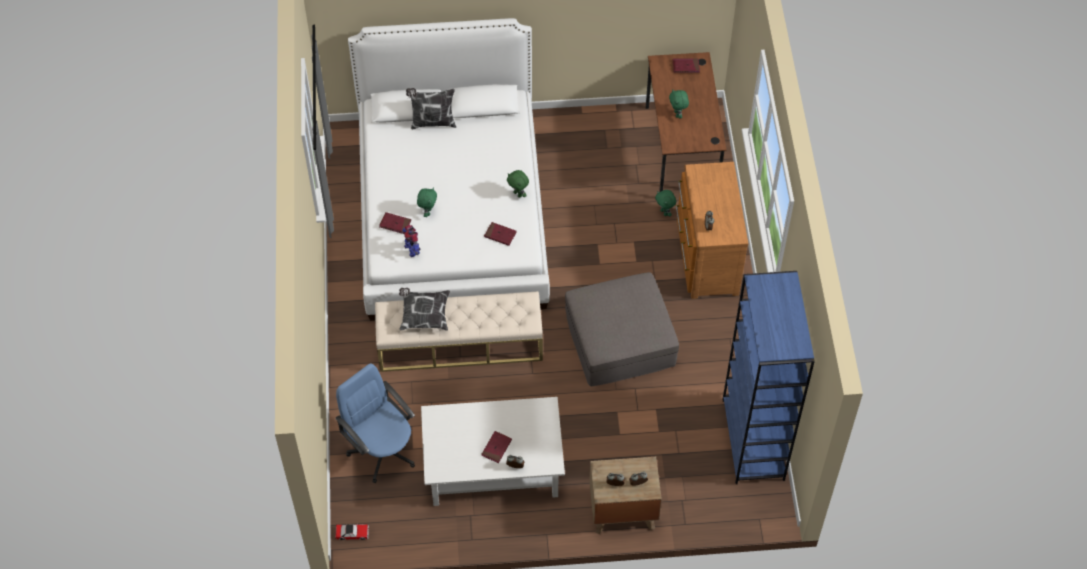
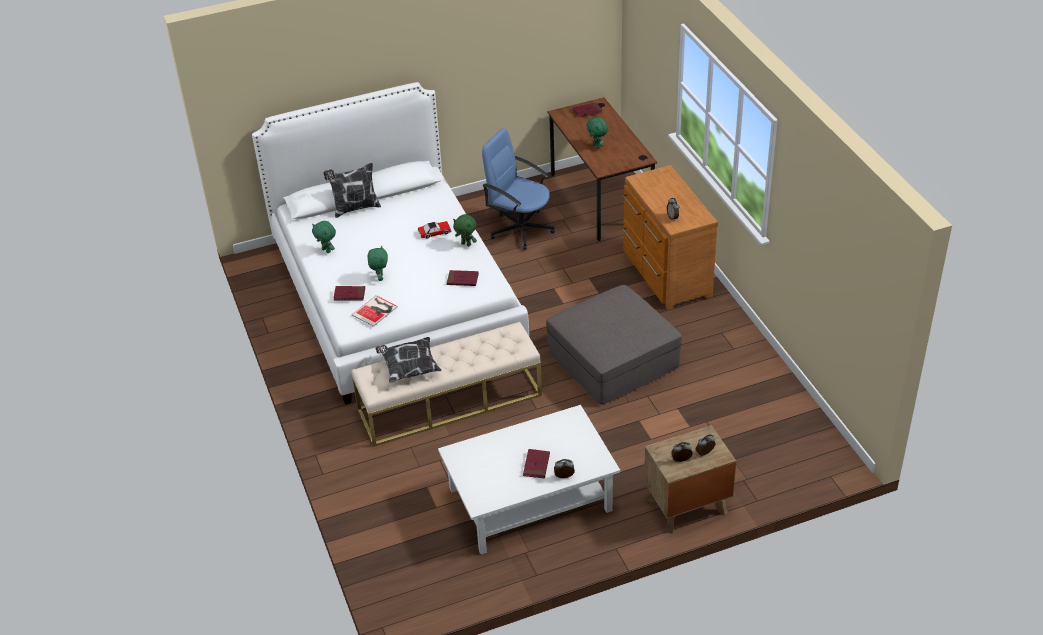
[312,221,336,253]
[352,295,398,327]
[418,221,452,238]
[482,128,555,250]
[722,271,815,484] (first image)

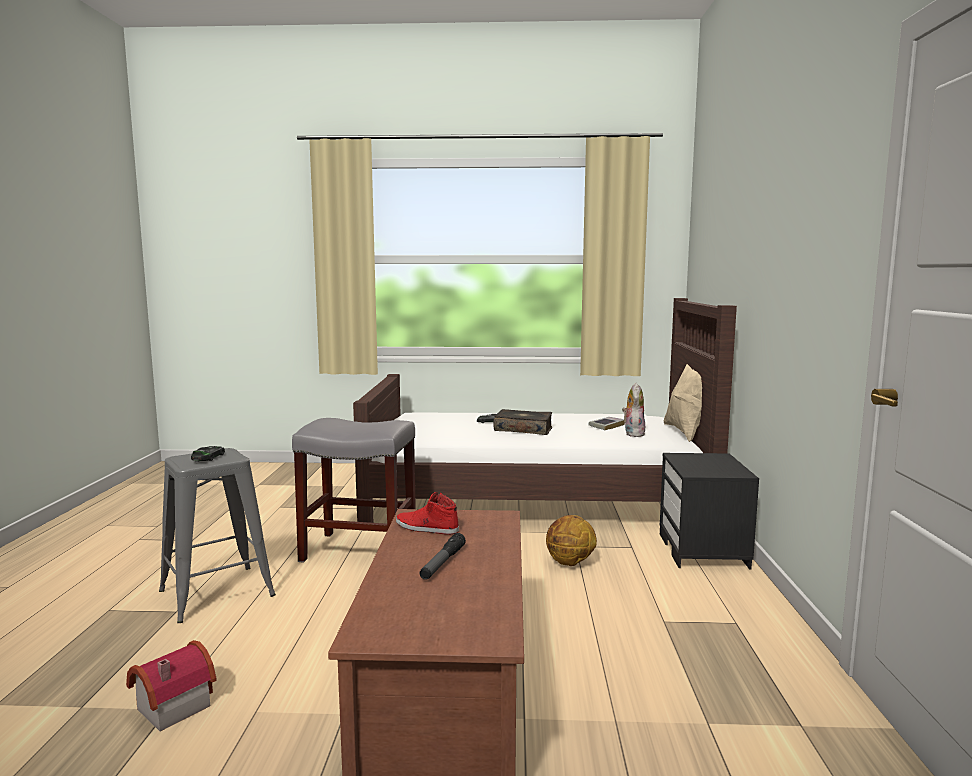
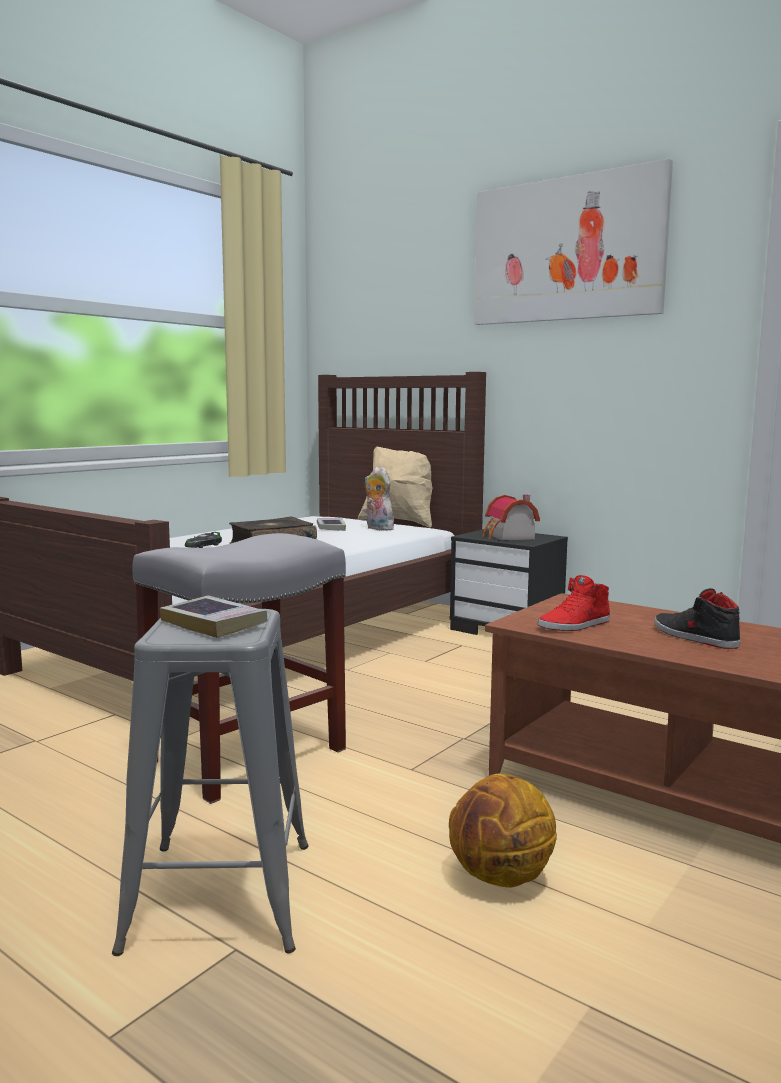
[160,596,268,638]
[449,773,557,888]
[474,159,673,325]
[482,494,540,540]
[654,588,741,649]

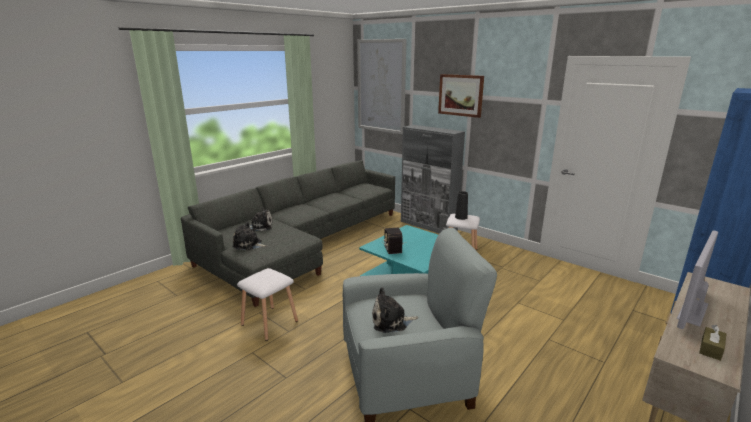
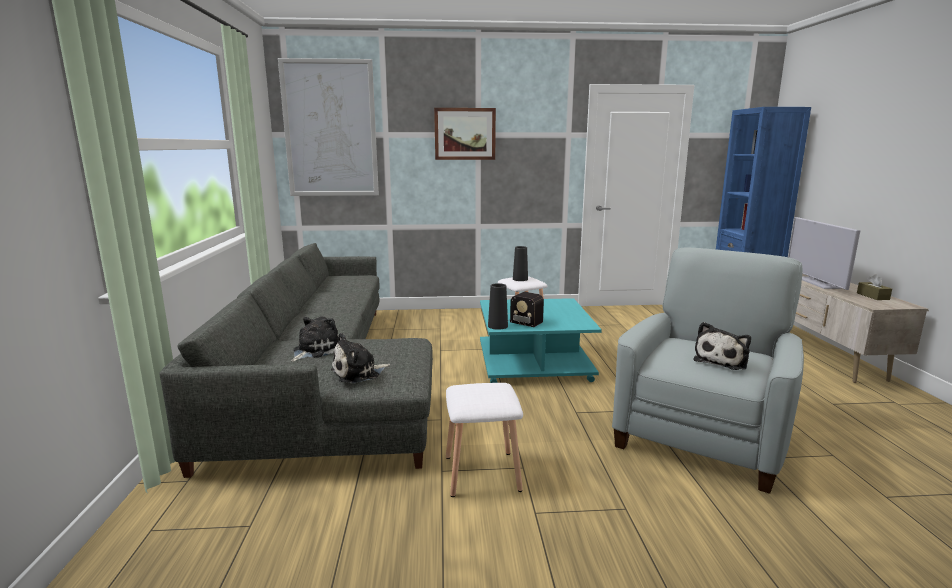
[488,283,508,330]
[401,125,465,233] (first image)

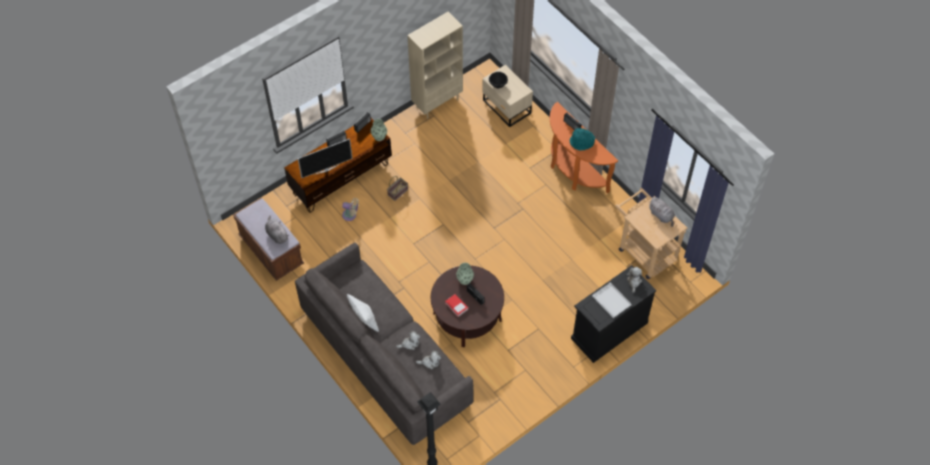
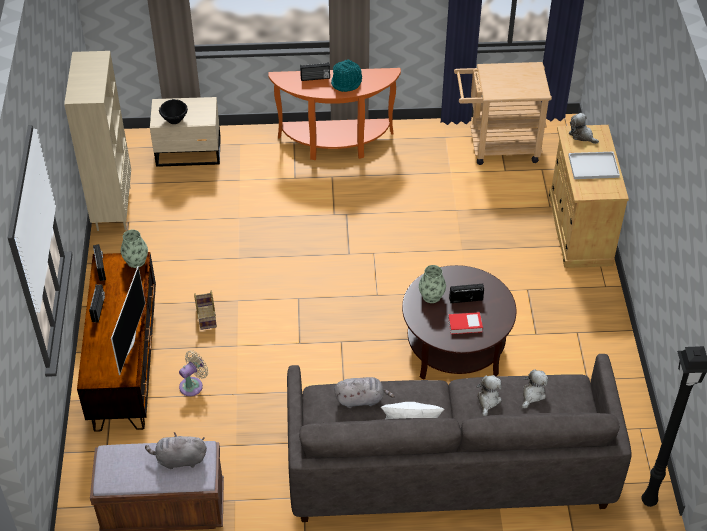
[334,377,395,408]
[549,125,629,268]

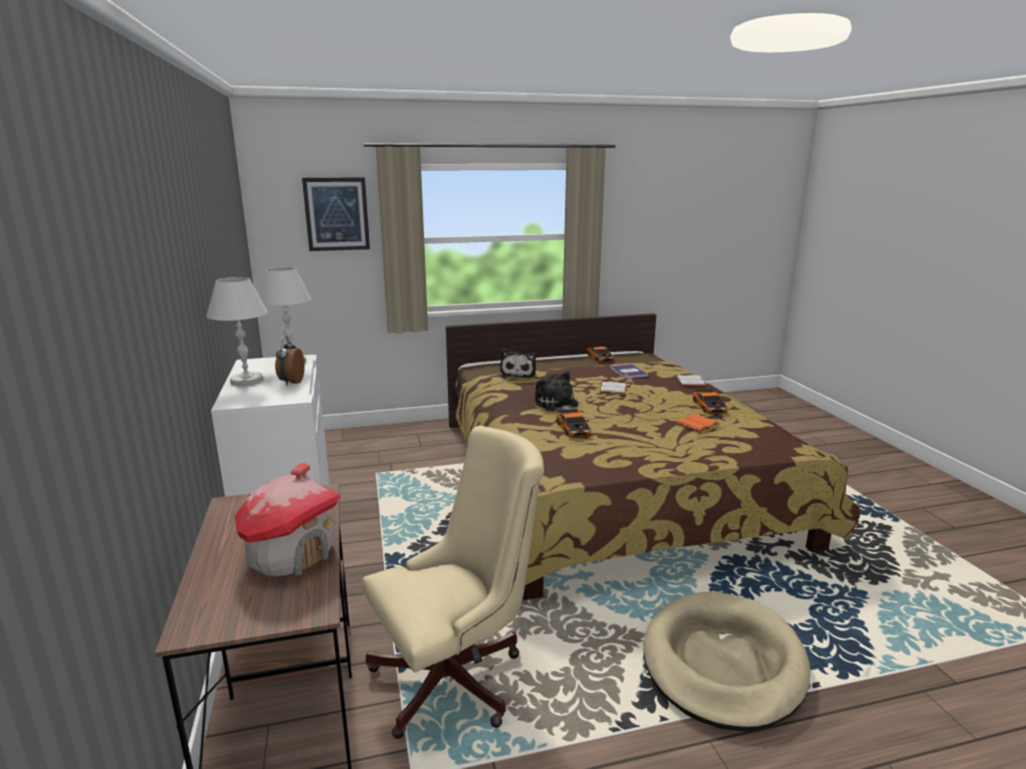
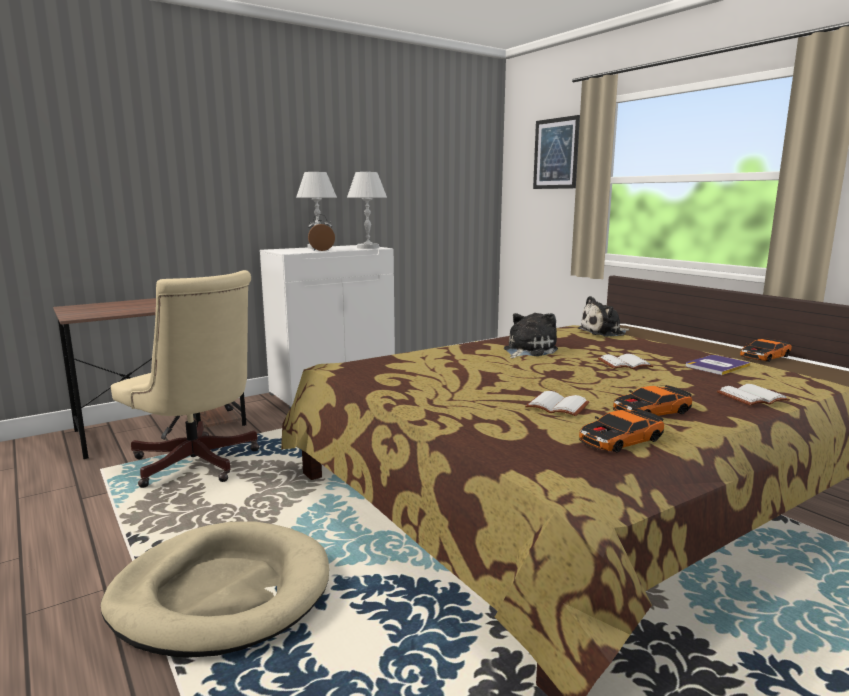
[525,391,589,416]
[579,408,664,452]
[235,463,341,576] (first image)

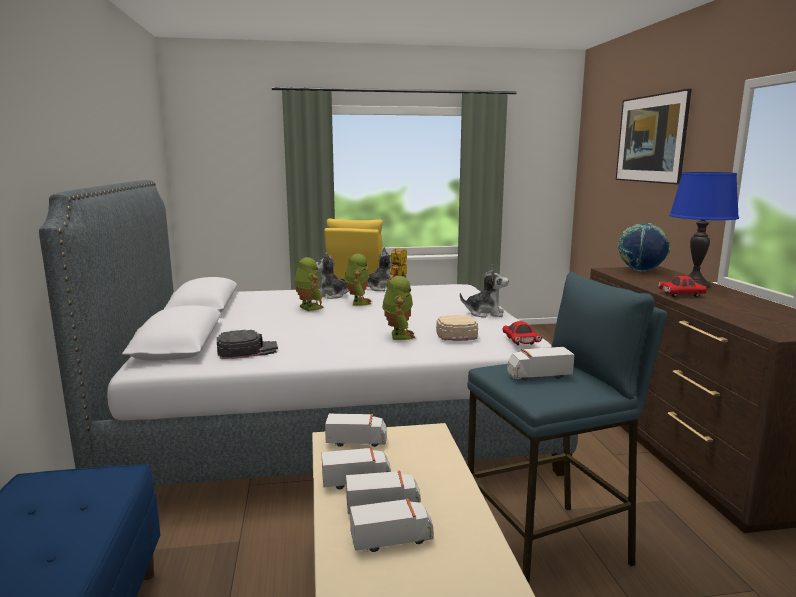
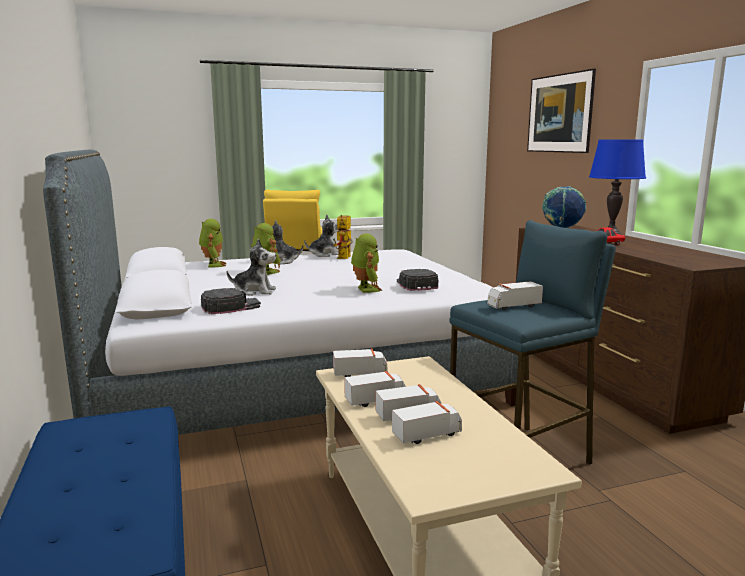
[199,219,226,268]
[227,239,276,296]
[397,269,438,291]
[503,321,542,345] (first image)

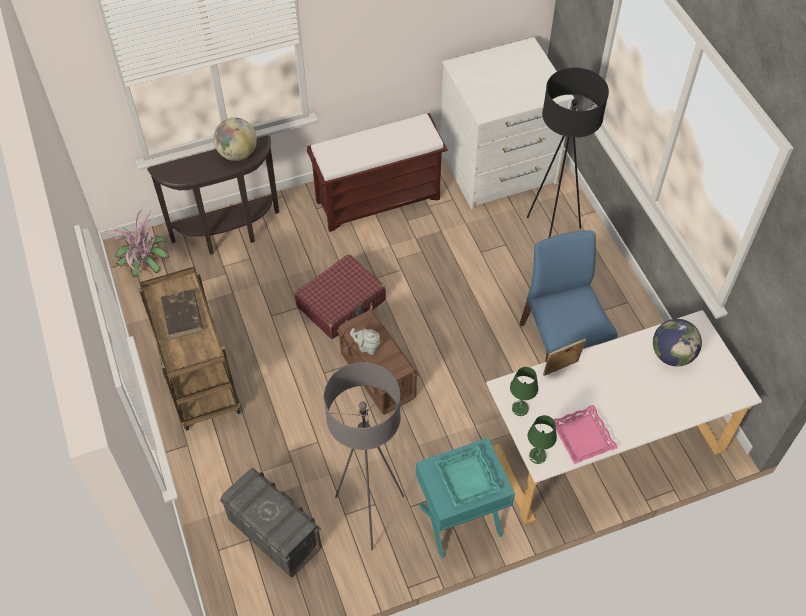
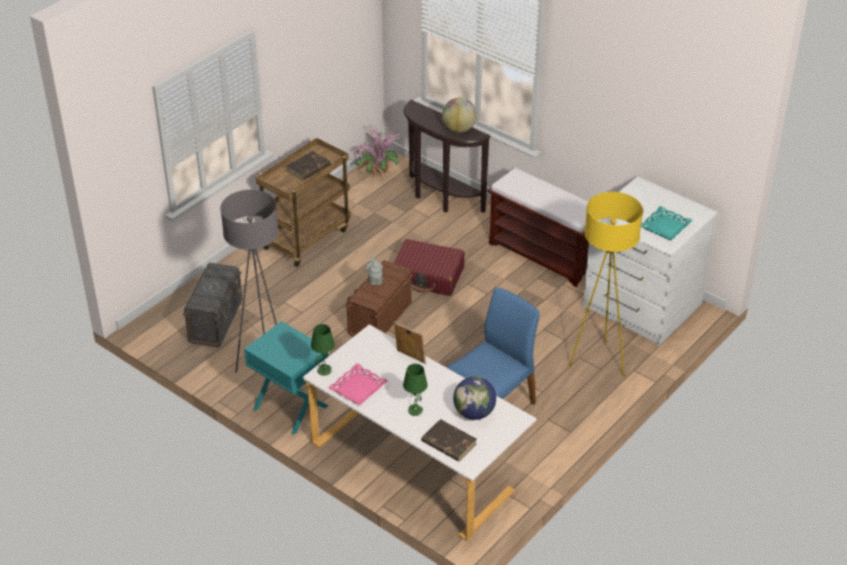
[403,364,428,416]
[421,419,477,462]
[568,192,643,377]
[641,206,693,240]

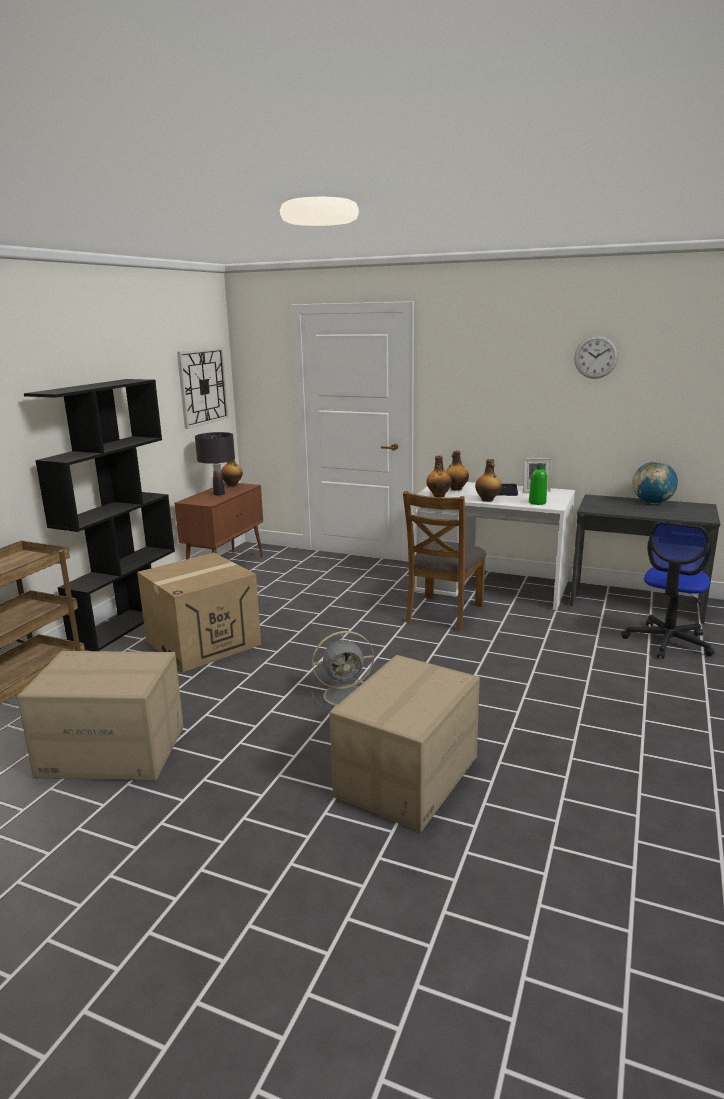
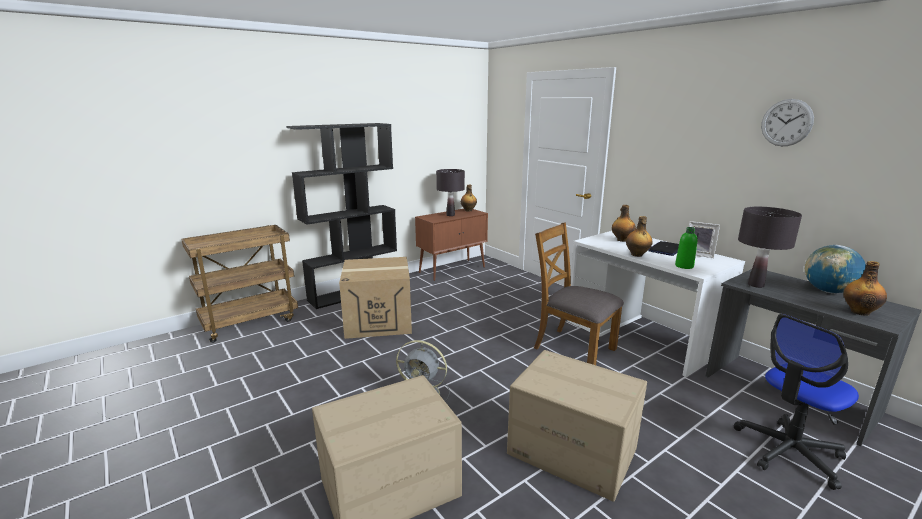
[507,350,647,502]
[534,222,624,365]
[738,207,802,288]
[843,261,887,316]
[177,347,229,429] (first image)

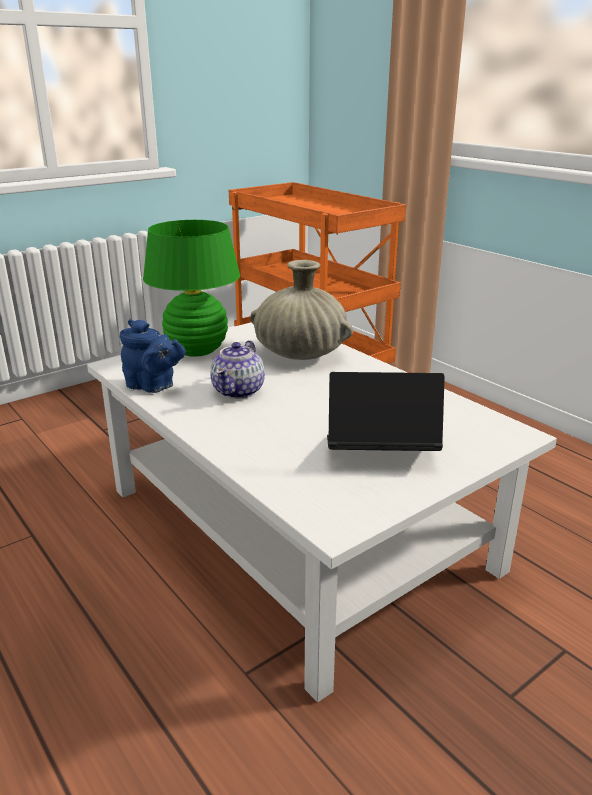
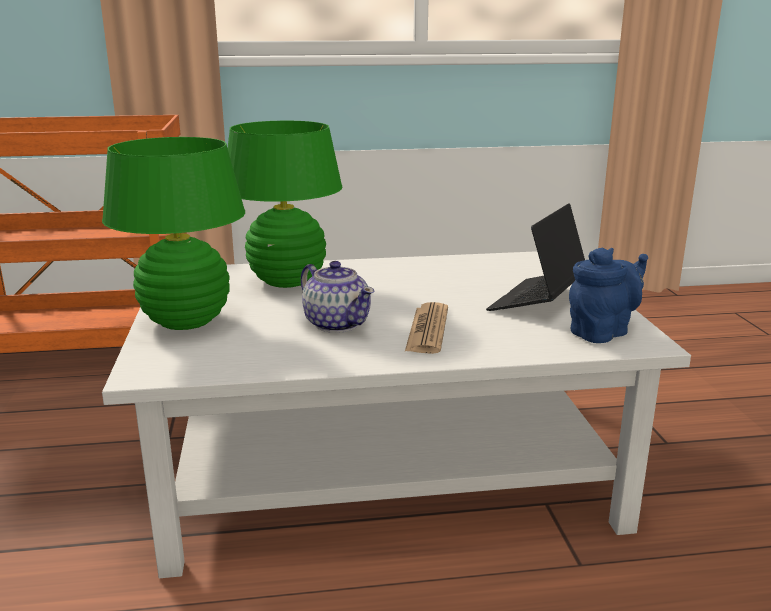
[228,120,343,288]
[405,302,448,354]
[569,247,648,343]

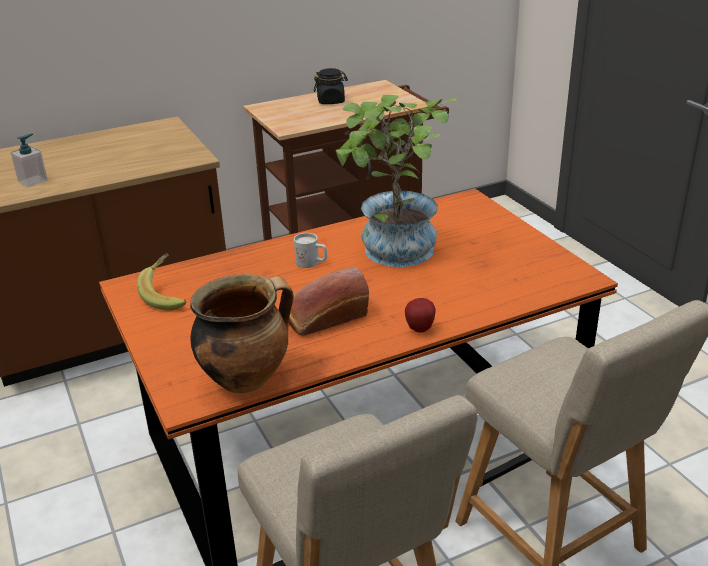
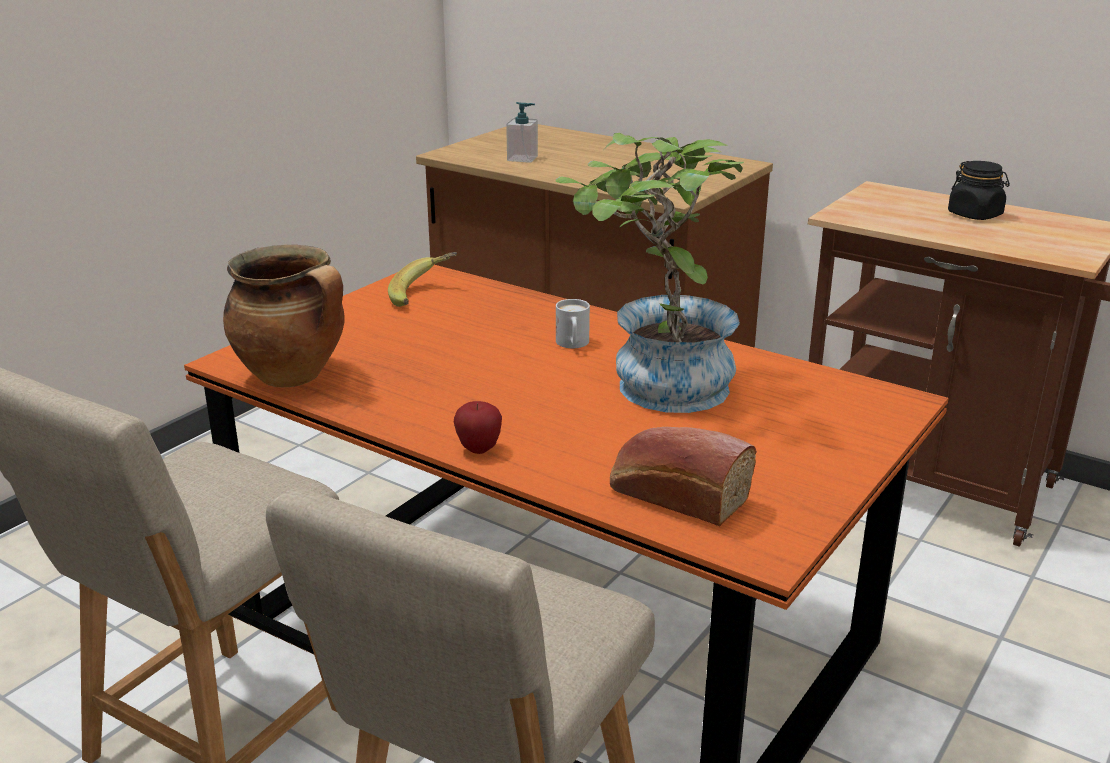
[610,427,757,526]

